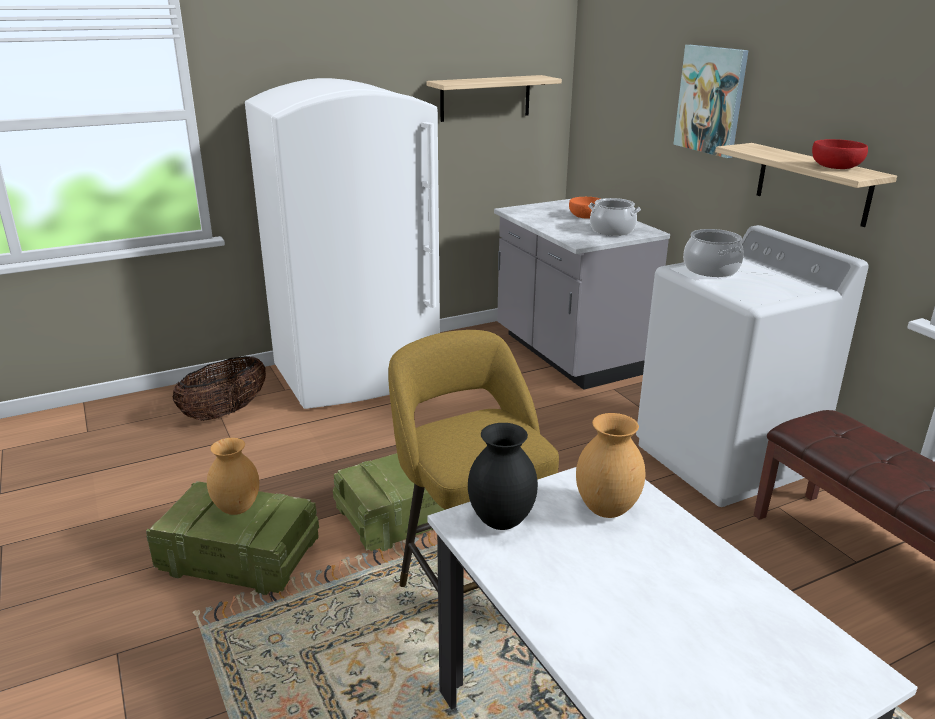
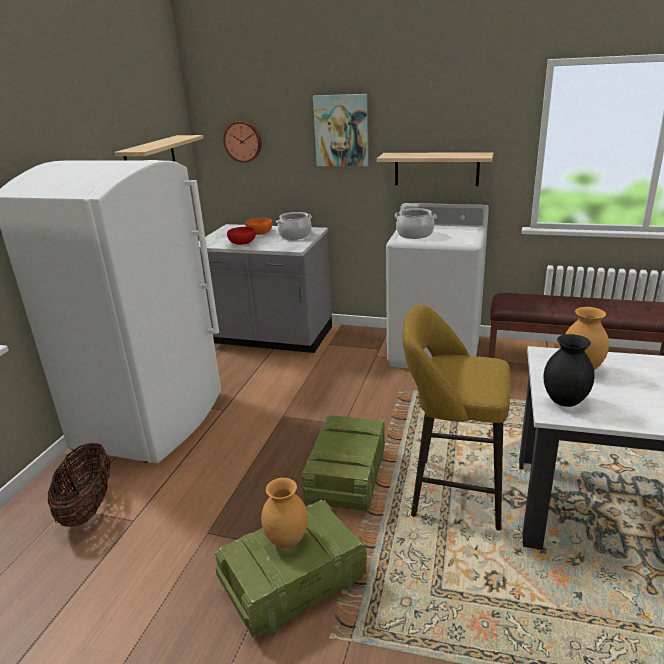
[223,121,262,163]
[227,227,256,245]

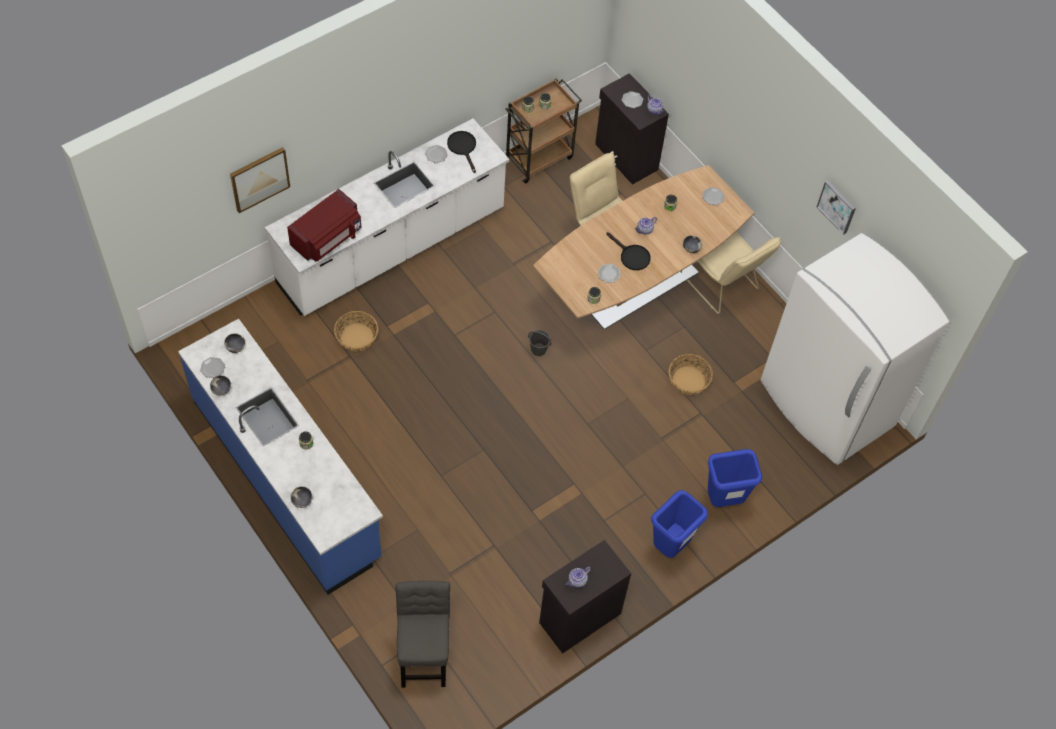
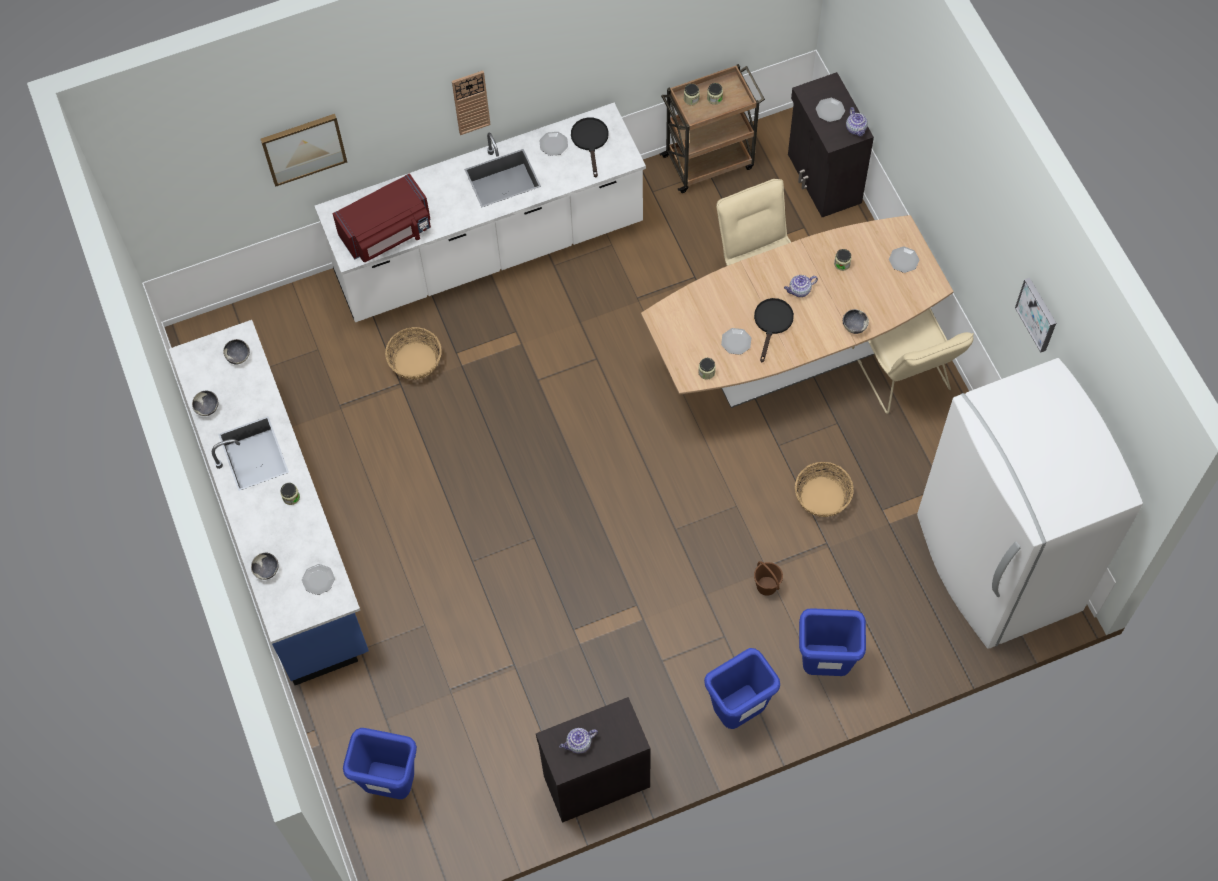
[302,564,335,595]
[343,728,417,799]
[452,71,491,135]
[754,298,794,362]
[754,561,783,596]
[528,330,551,356] (first image)

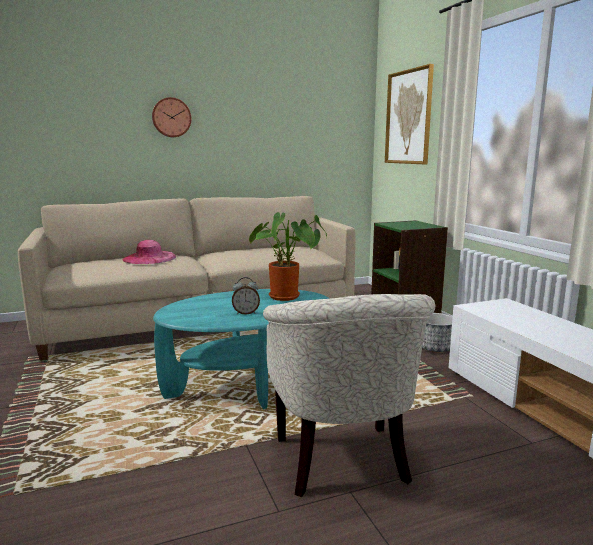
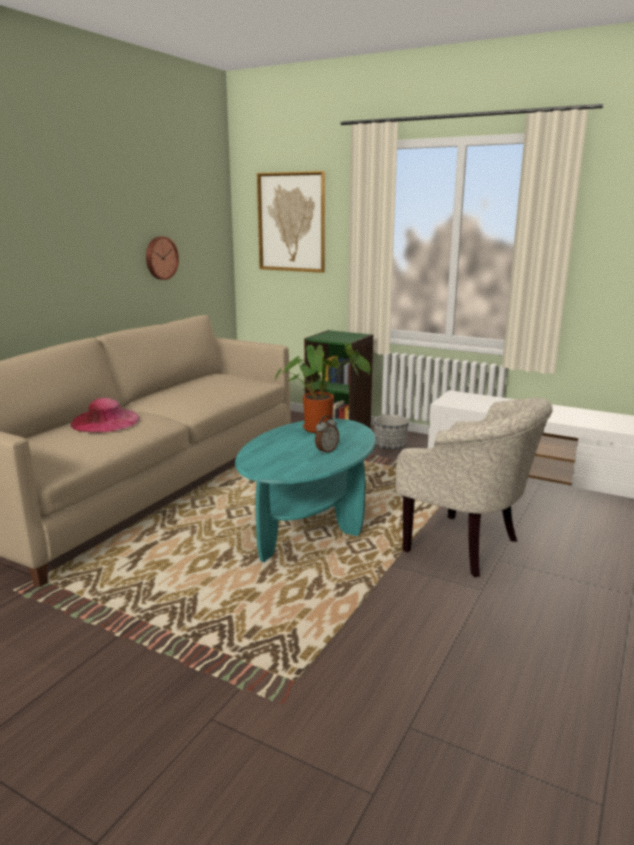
[146,236,179,280]

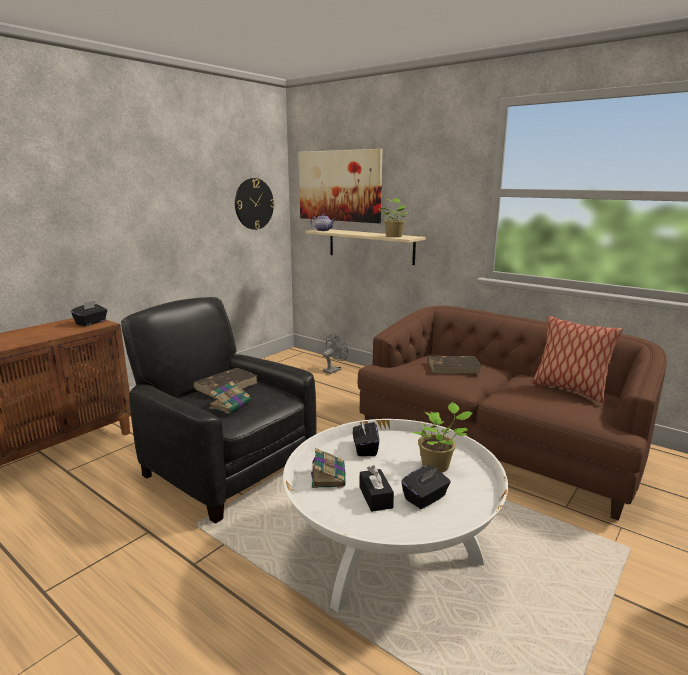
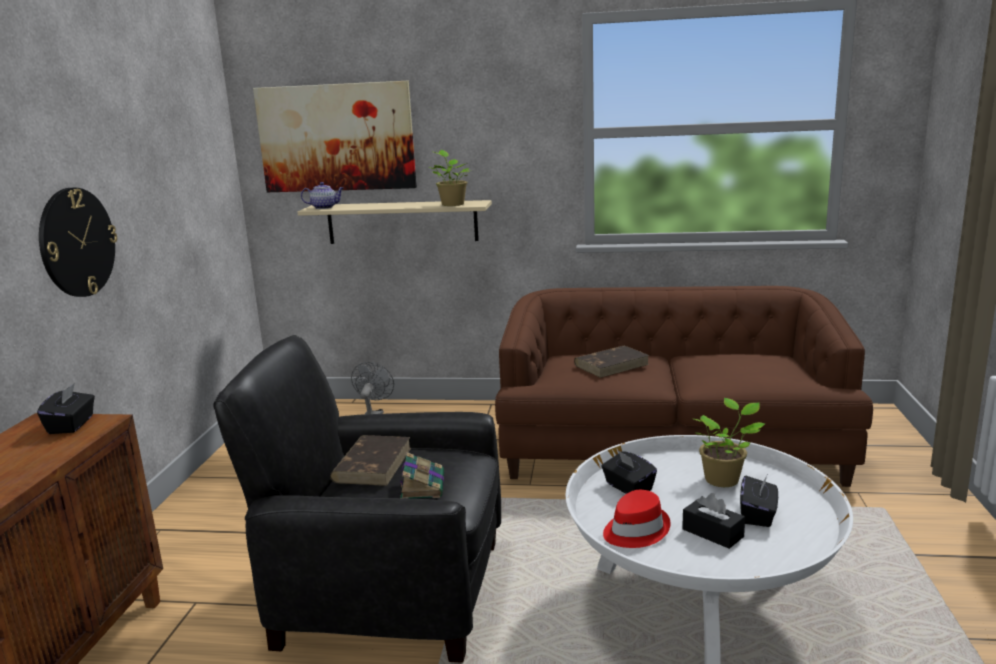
[39,188,117,297]
[603,490,671,548]
[532,316,623,403] (first image)

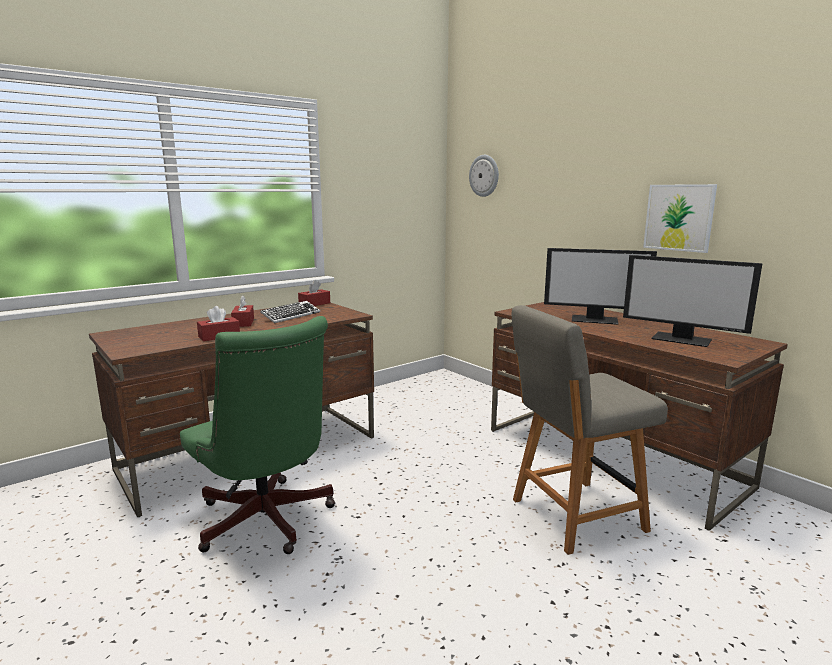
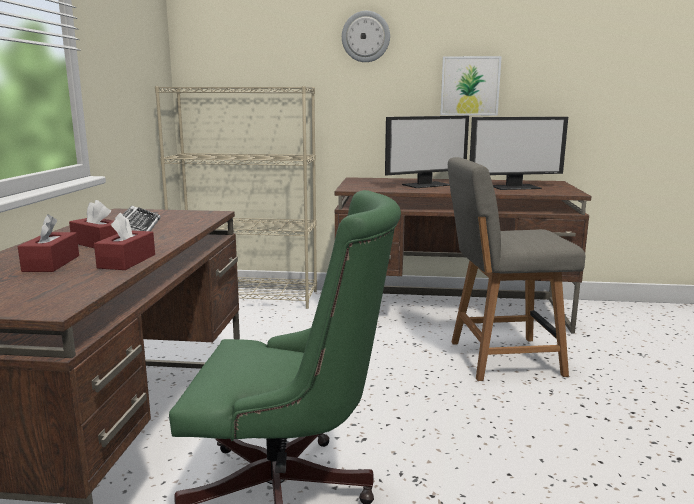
[18,214,79,272]
[155,86,317,309]
[342,11,390,62]
[448,157,585,381]

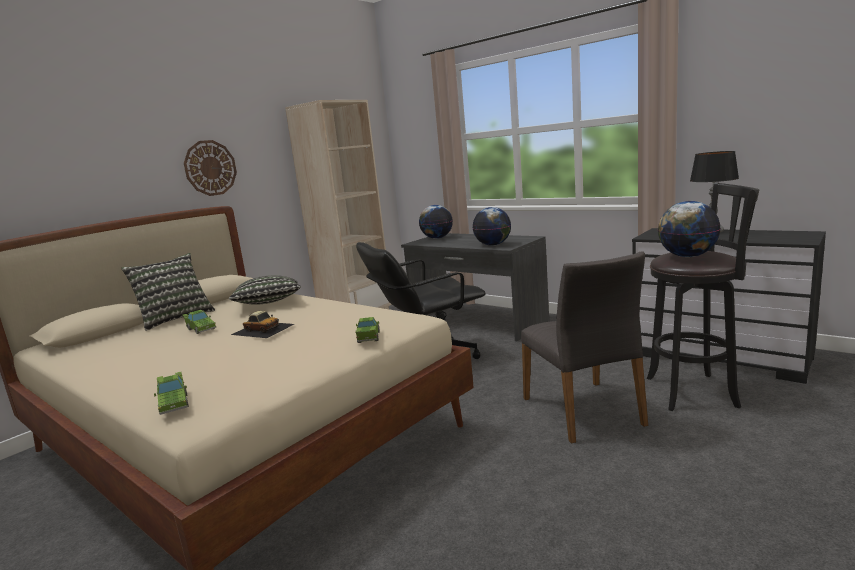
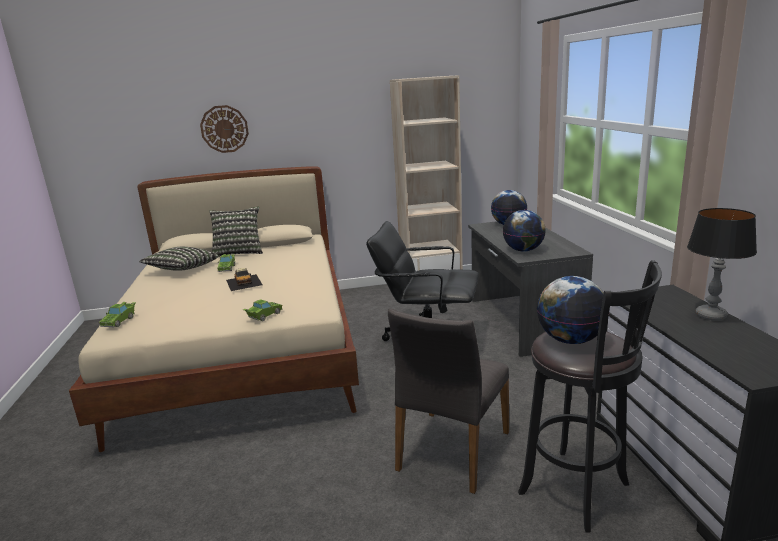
[139,247,219,271]
[200,105,249,153]

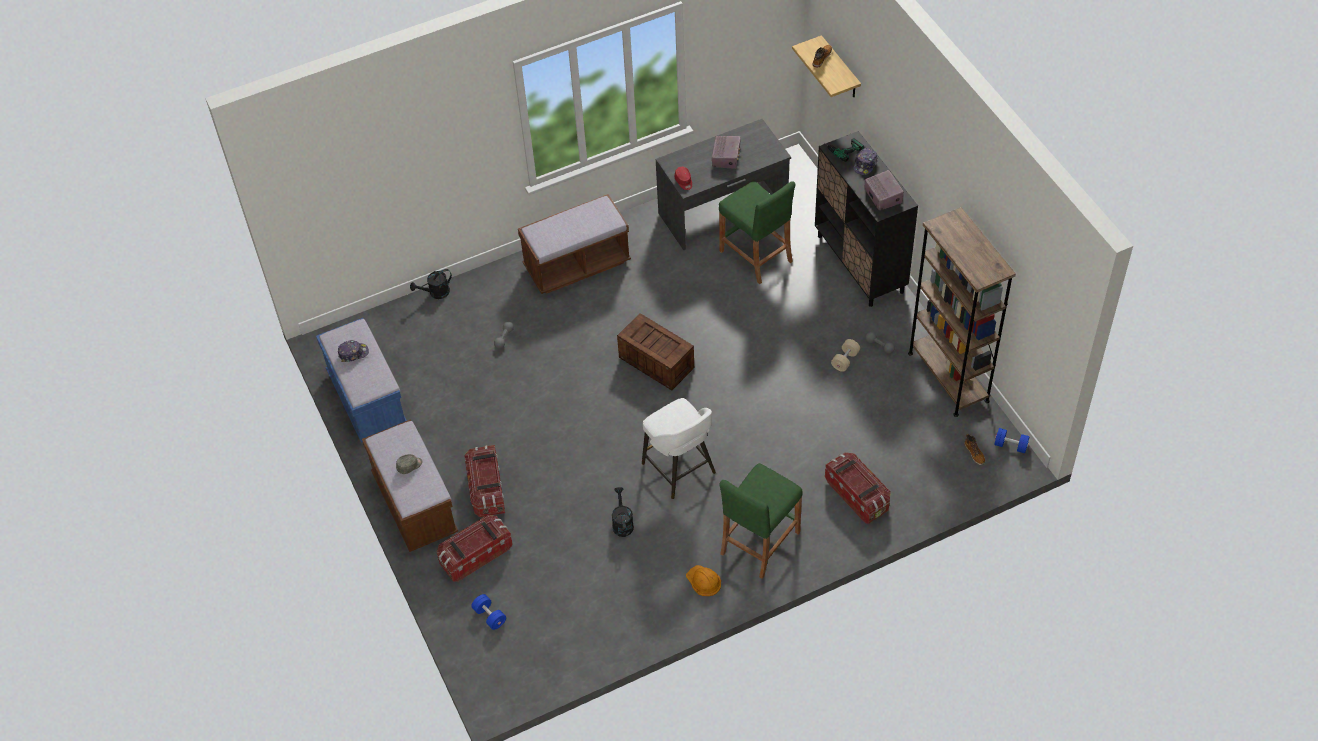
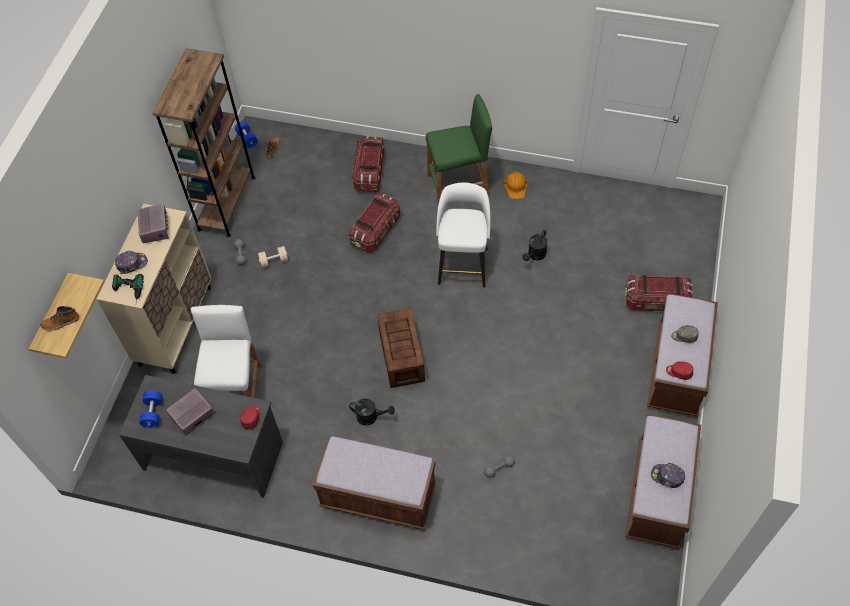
[96,204,212,374]
[138,203,169,243]
[139,390,163,428]
[190,305,262,398]
[349,193,400,253]
[349,398,395,426]
[625,414,701,549]
[666,361,693,380]

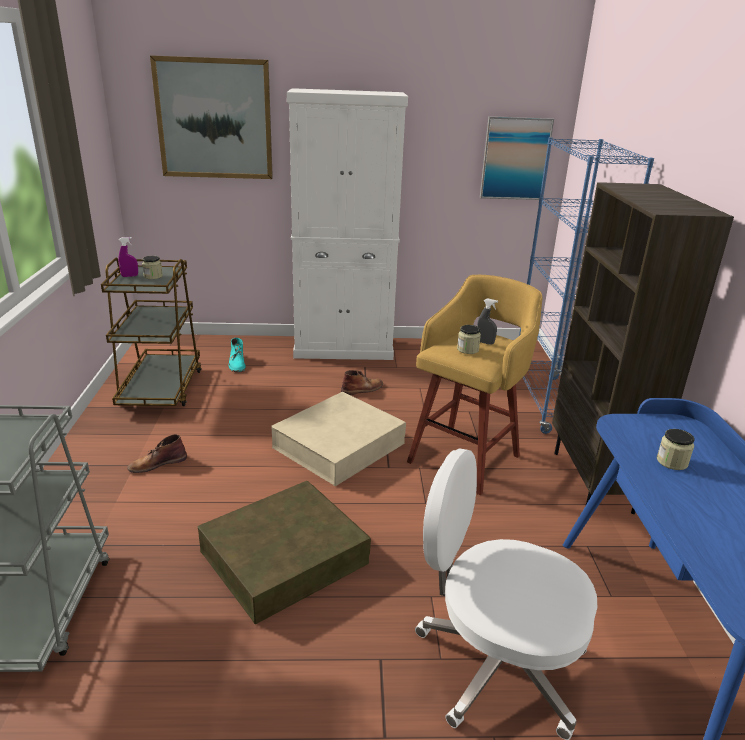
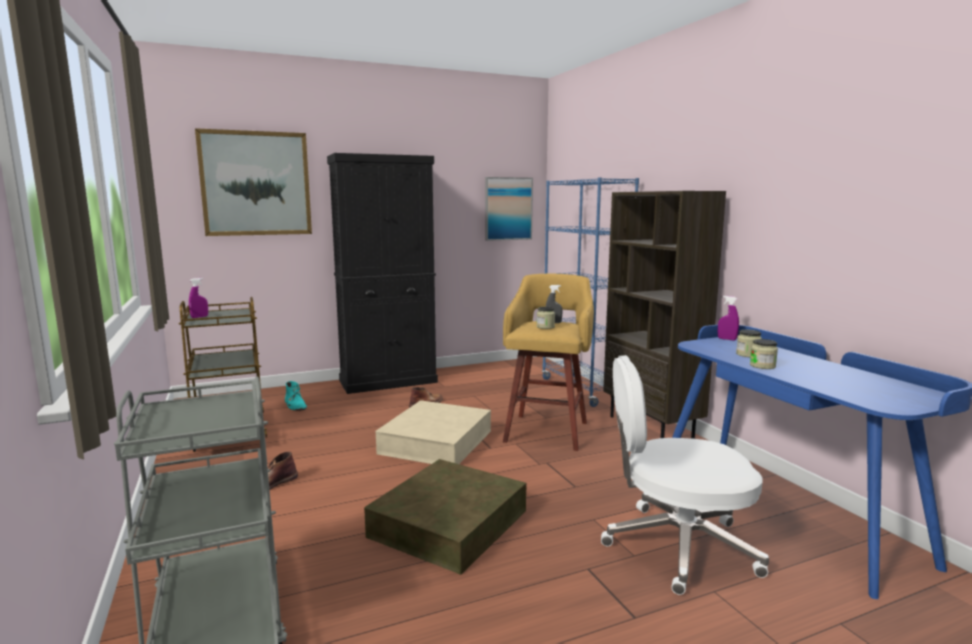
[327,153,438,394]
[718,296,739,340]
[750,339,778,369]

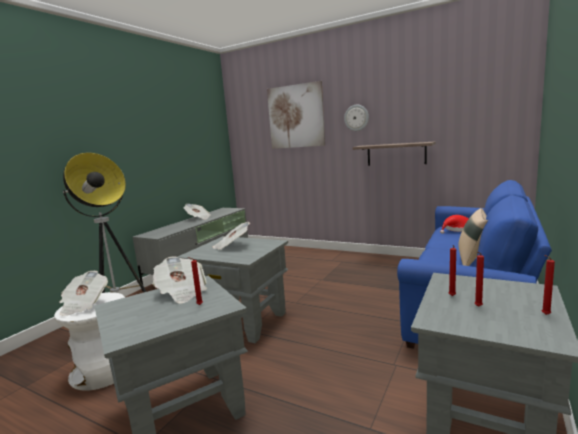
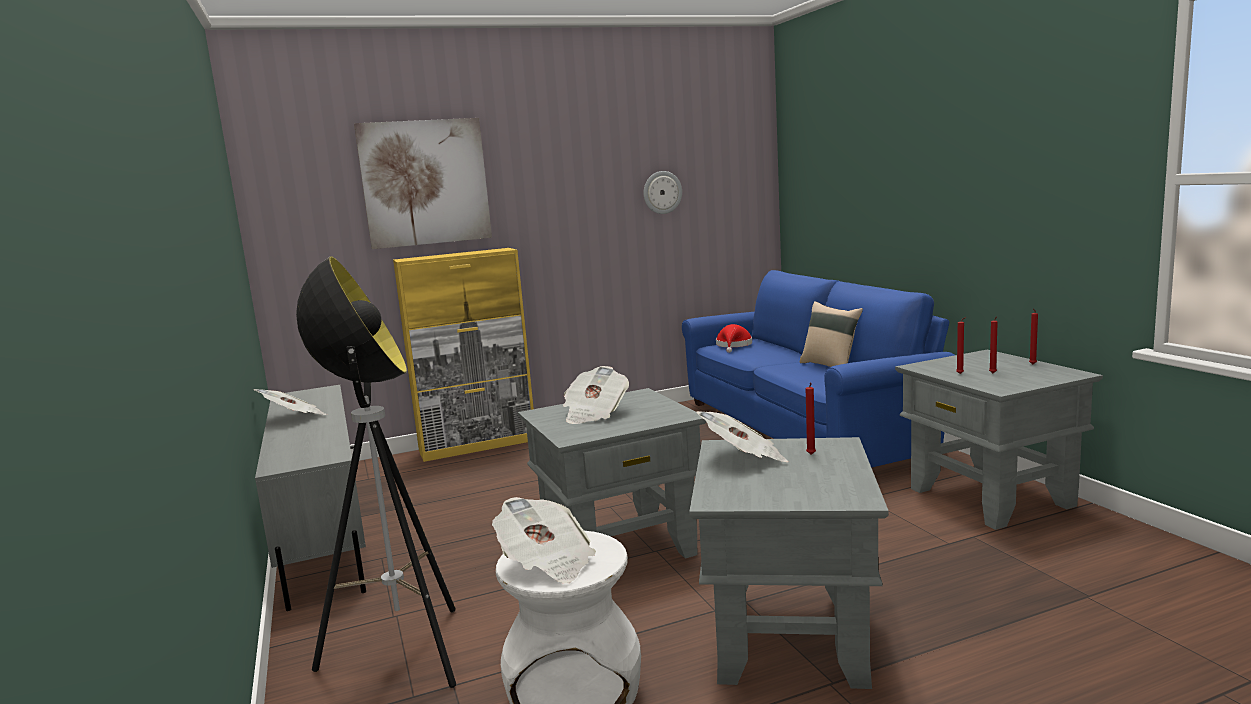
[393,248,534,462]
[643,171,682,214]
[353,142,436,166] (first image)

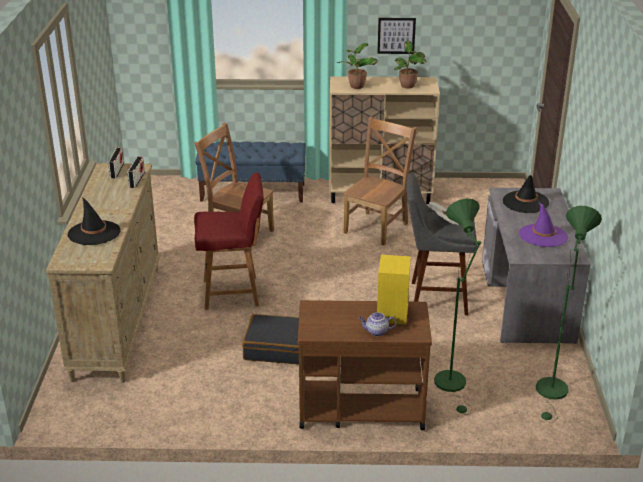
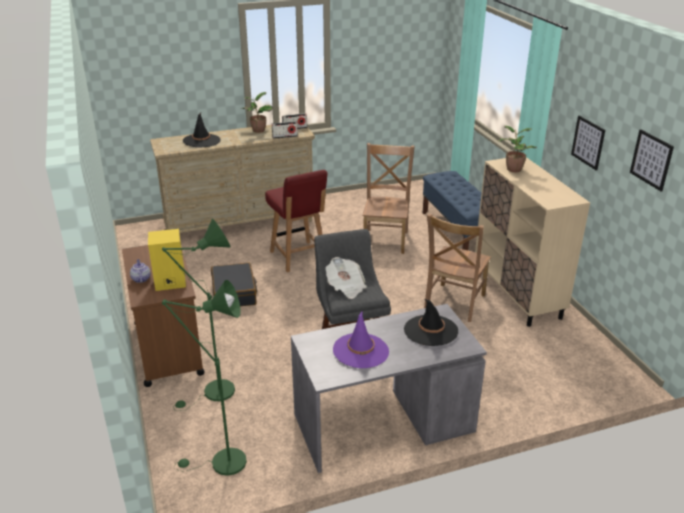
[240,92,273,133]
[424,214,491,322]
[630,129,674,191]

